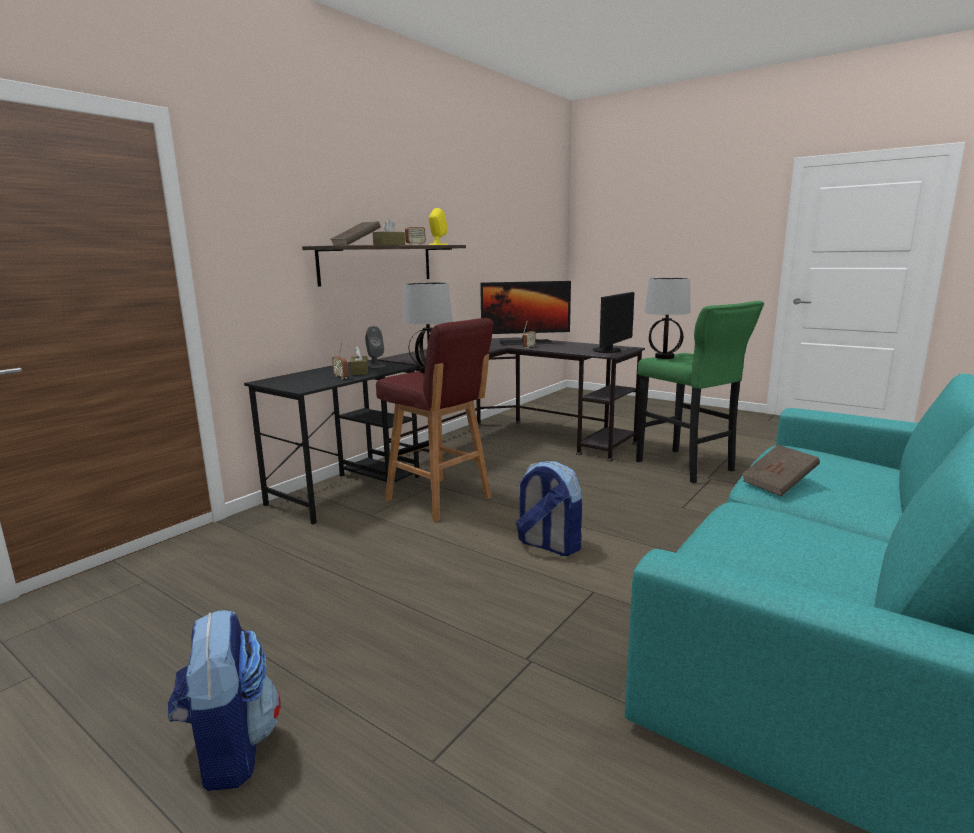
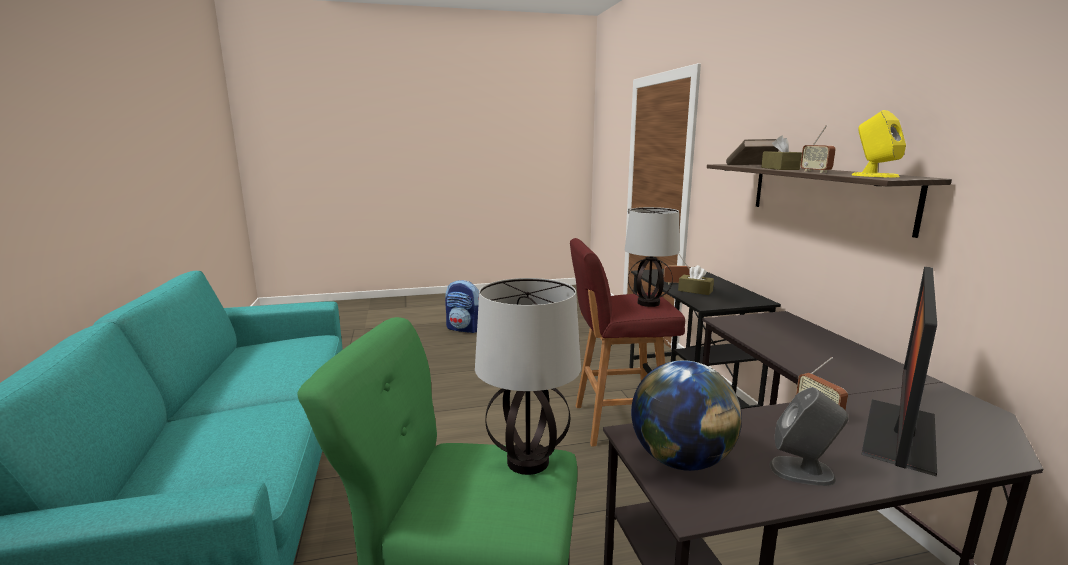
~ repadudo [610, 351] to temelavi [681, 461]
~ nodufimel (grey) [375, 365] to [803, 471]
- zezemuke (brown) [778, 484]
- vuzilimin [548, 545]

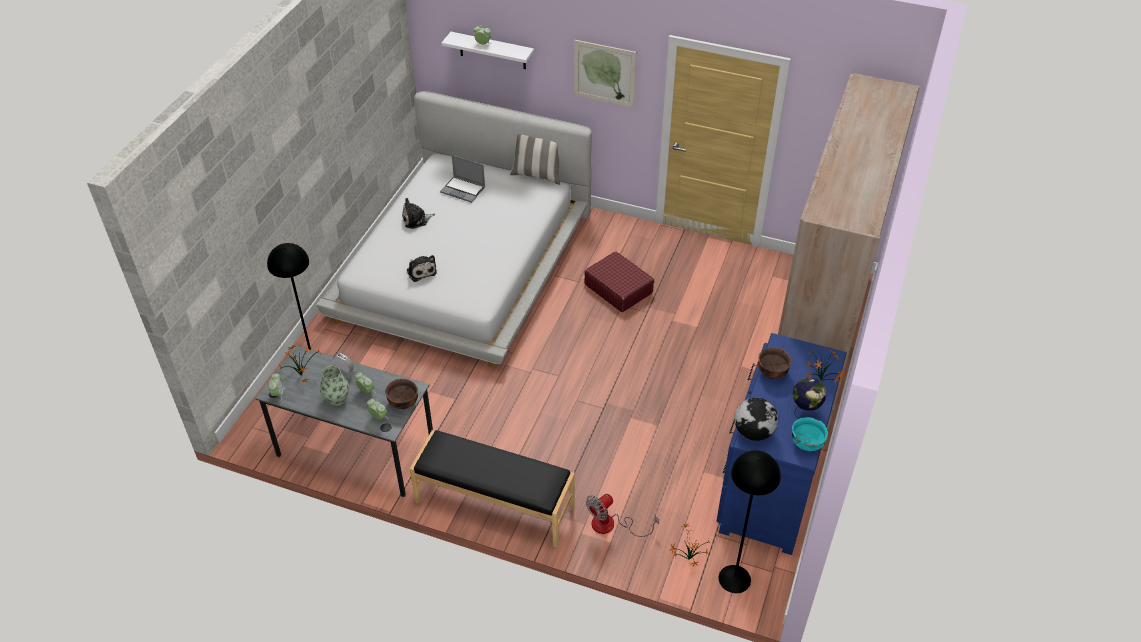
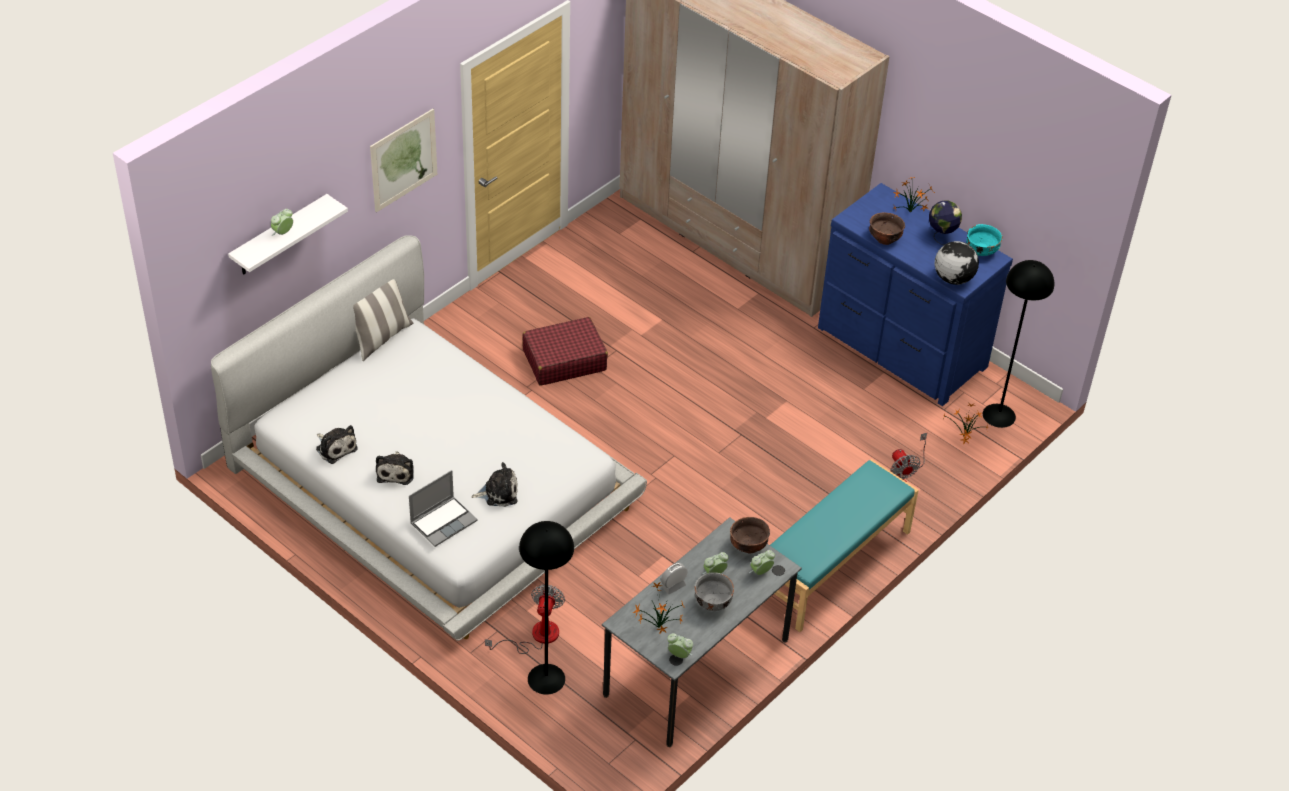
~ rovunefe [463, 190] to [443, 521]
~ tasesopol [337, 398] to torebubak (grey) [712, 602]
~ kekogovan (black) [494, 505] to kekogovan (turquoise) [833, 565]
+ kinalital [335, 447]
+ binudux [535, 636]

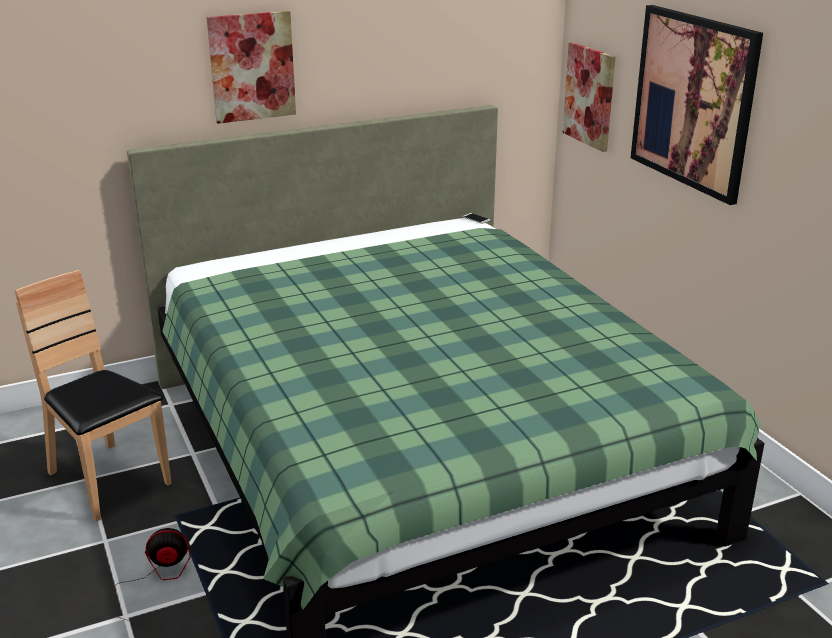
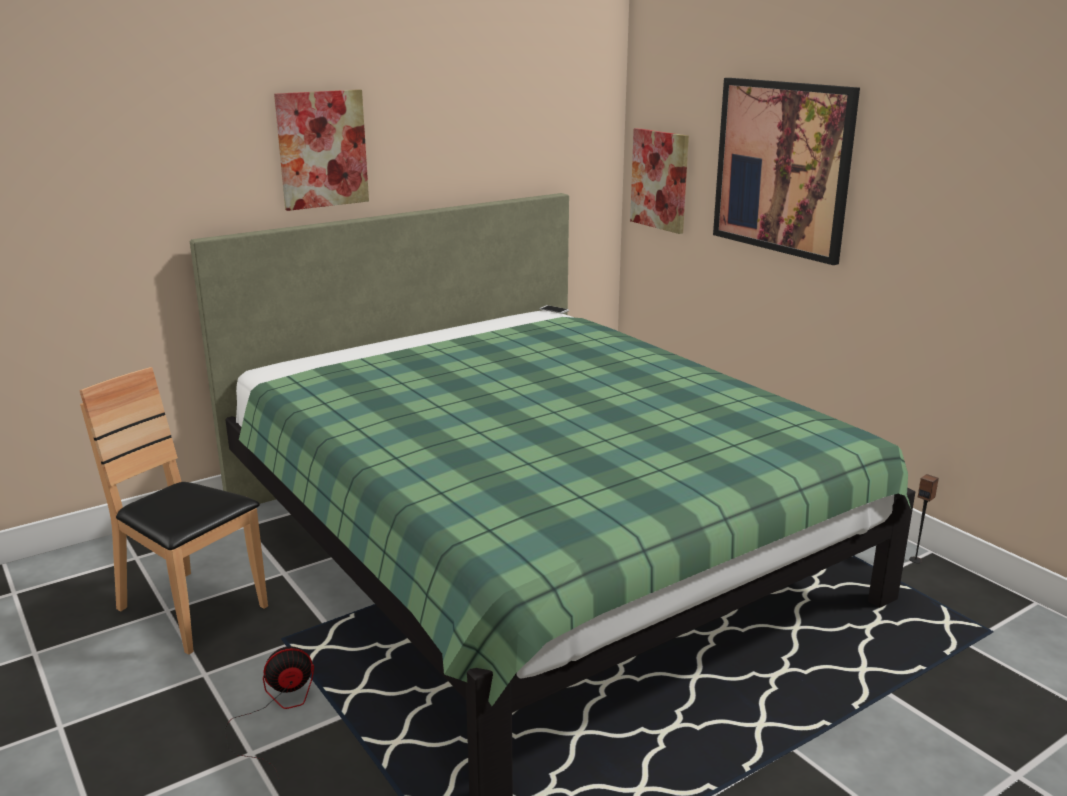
+ nodufimel [915, 560]

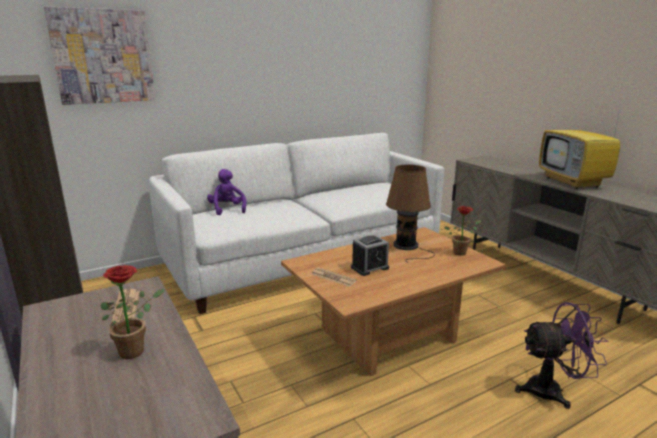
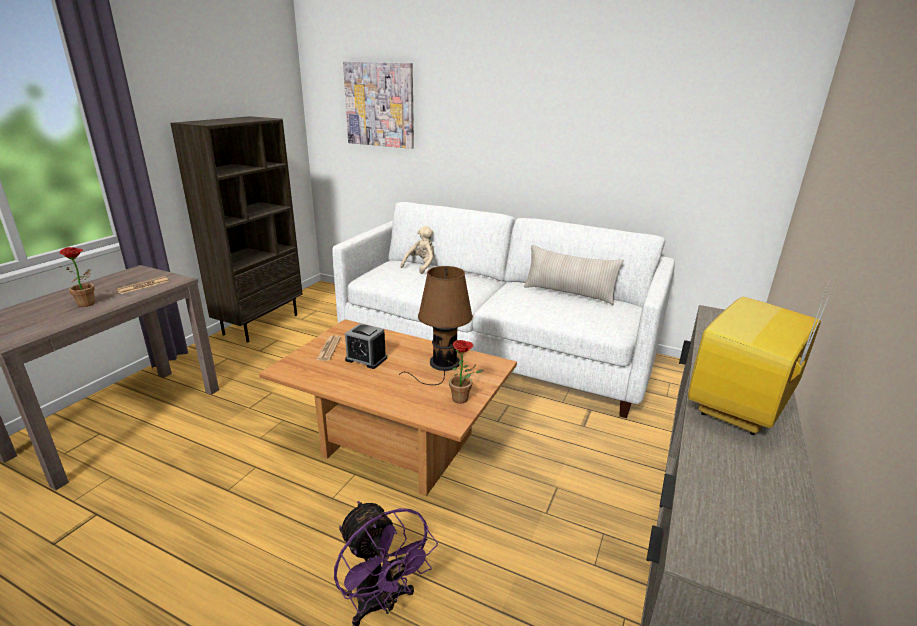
~ kinalital (purple) [227, 209] to kinalital (beige) [421, 266]
+ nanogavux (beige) [569, 293]

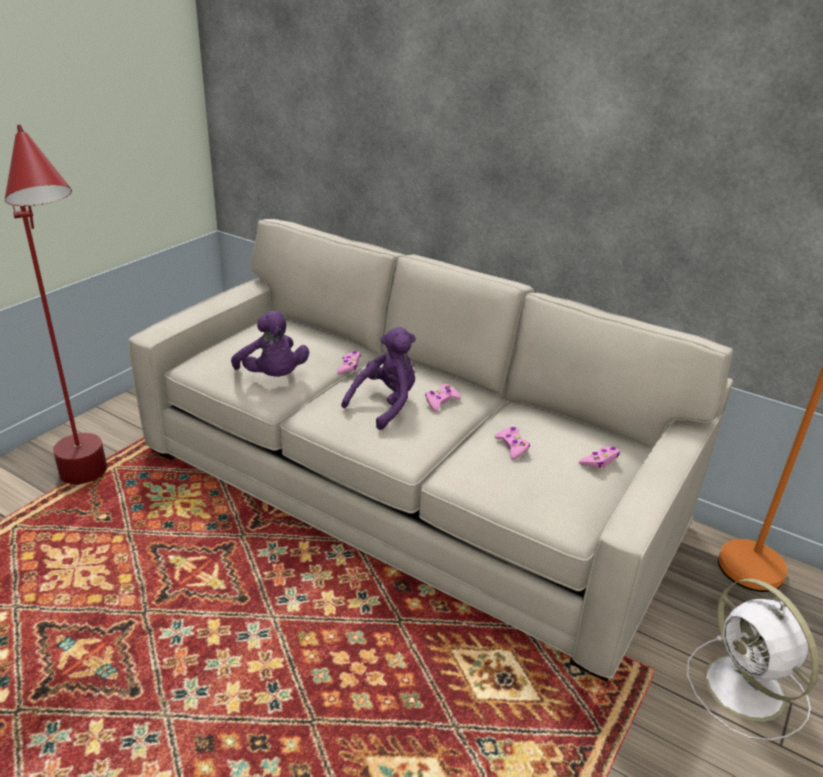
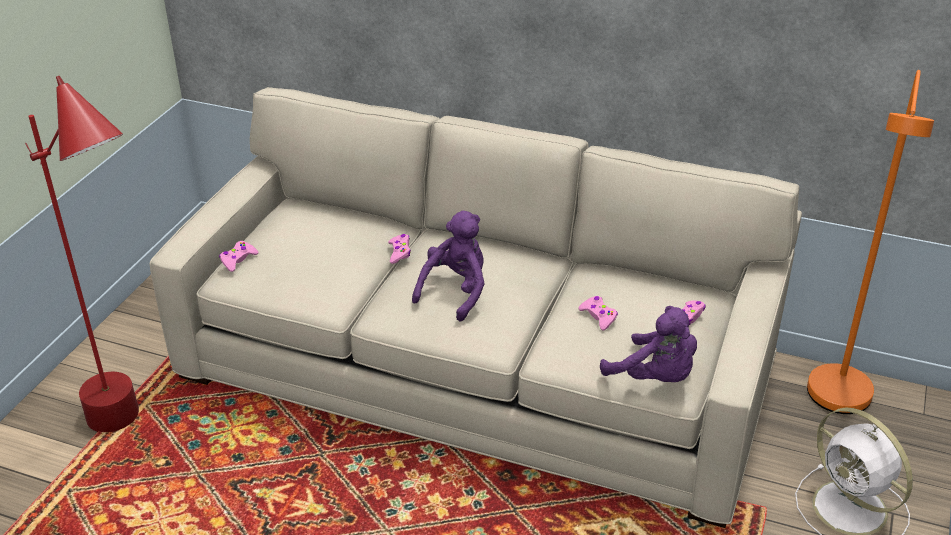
~ kinalital (purple) [273, 377] to [654, 377]
~ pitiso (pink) [441, 401] to [238, 260]

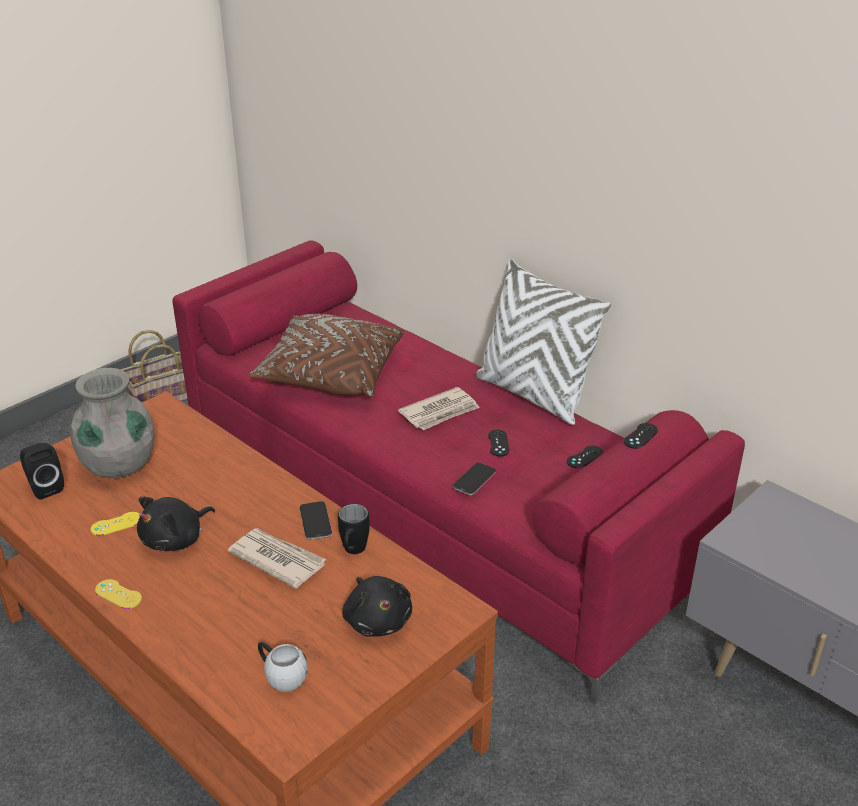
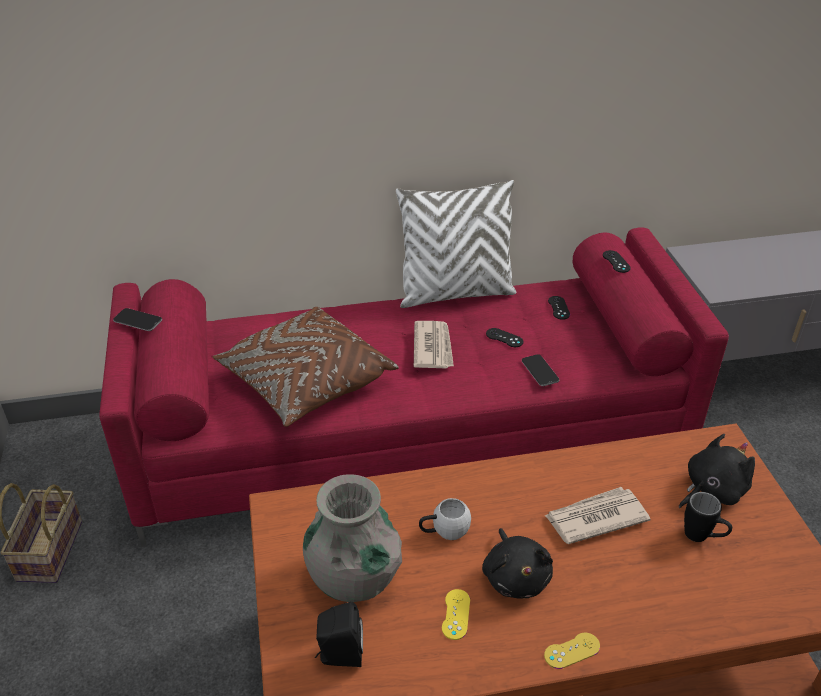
~ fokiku [315, 521] to [138, 320]
~ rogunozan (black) [353, 552] to [702, 538]
~ kinalital (black) [377, 620] = [711, 489] 45 degrees counterclockwise
~ rogunozan (white) [281, 676] to [444, 531]

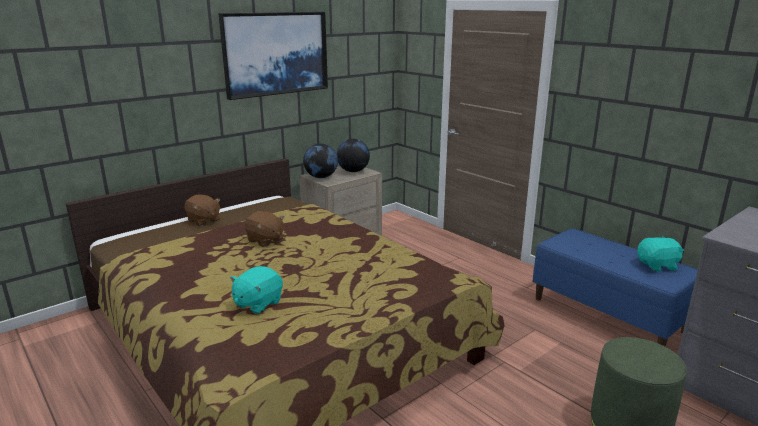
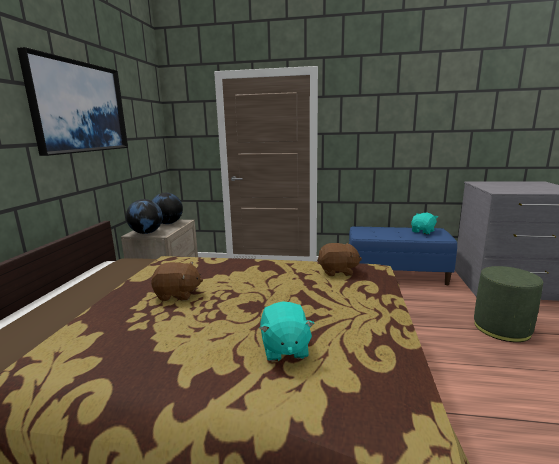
~ kinalital (brown) [203, 221] to [338, 271]

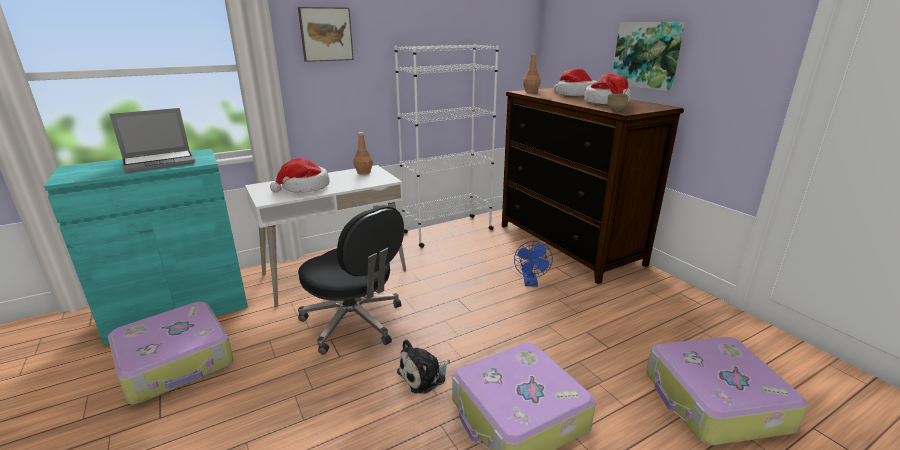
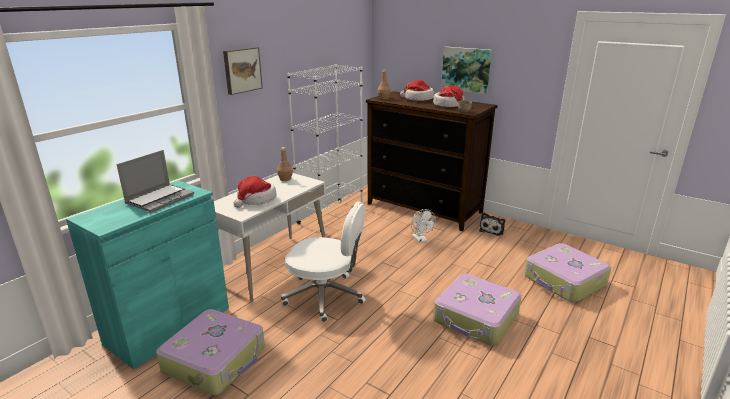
~ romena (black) [354, 323] to romena (white) [325, 296]
~ binudux (blue) [531, 283] to binudux (white) [421, 240]
~ kinalital [424, 375] to [492, 230]

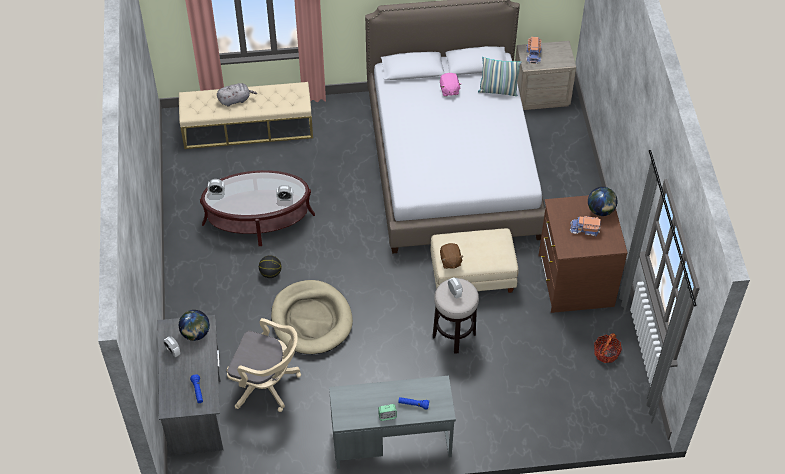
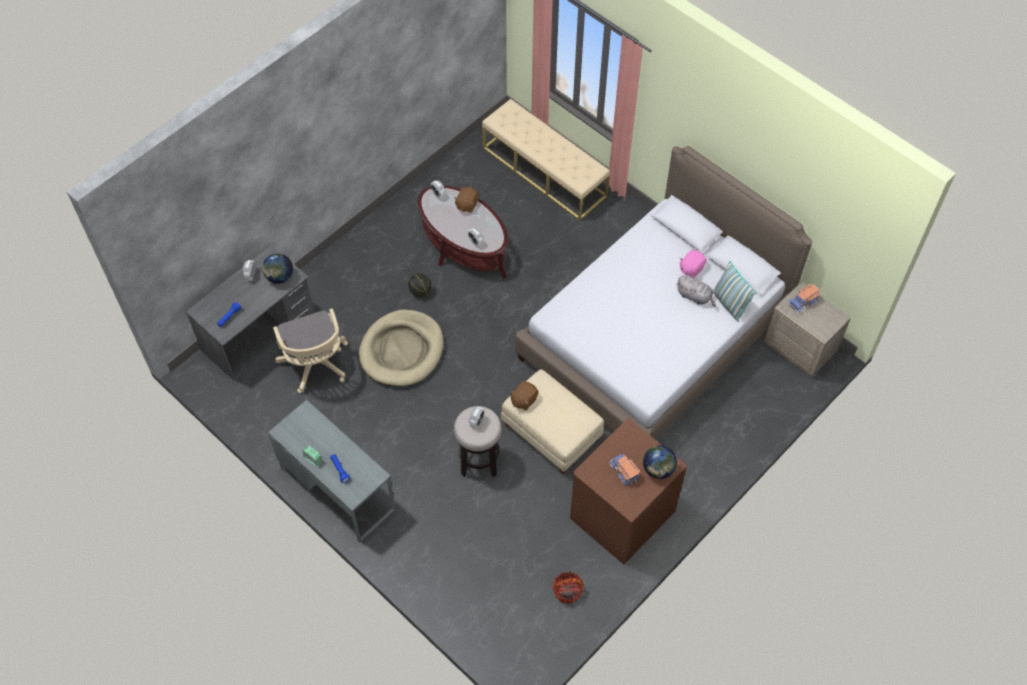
~ kinalital (grey) [235, 100] to [695, 296]
+ kinalital (brown) [466, 205]

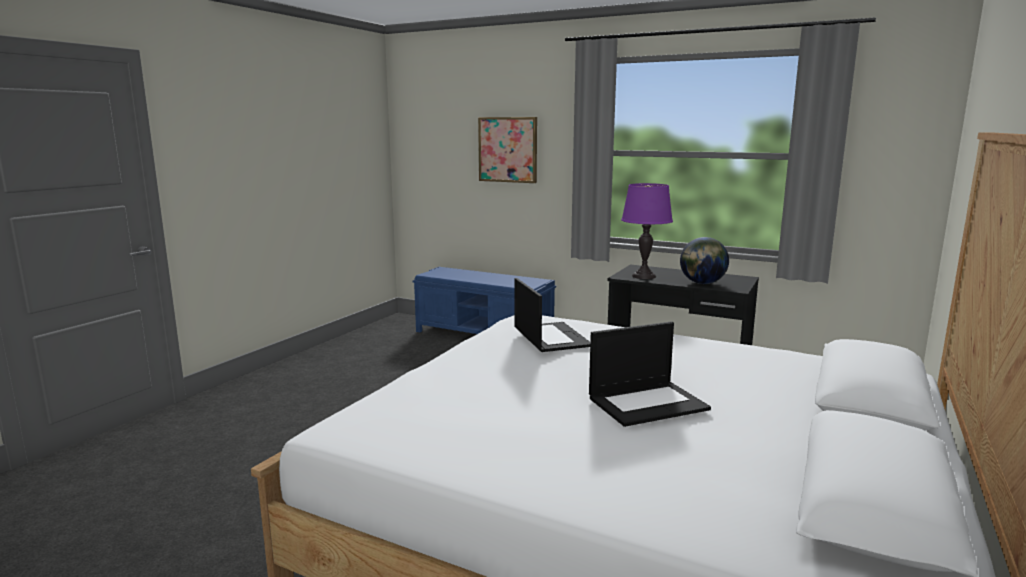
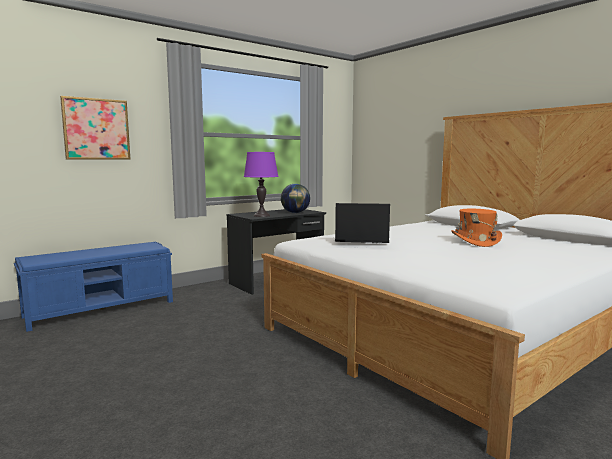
~ rovunefe [648, 403] to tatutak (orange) [475, 241]

